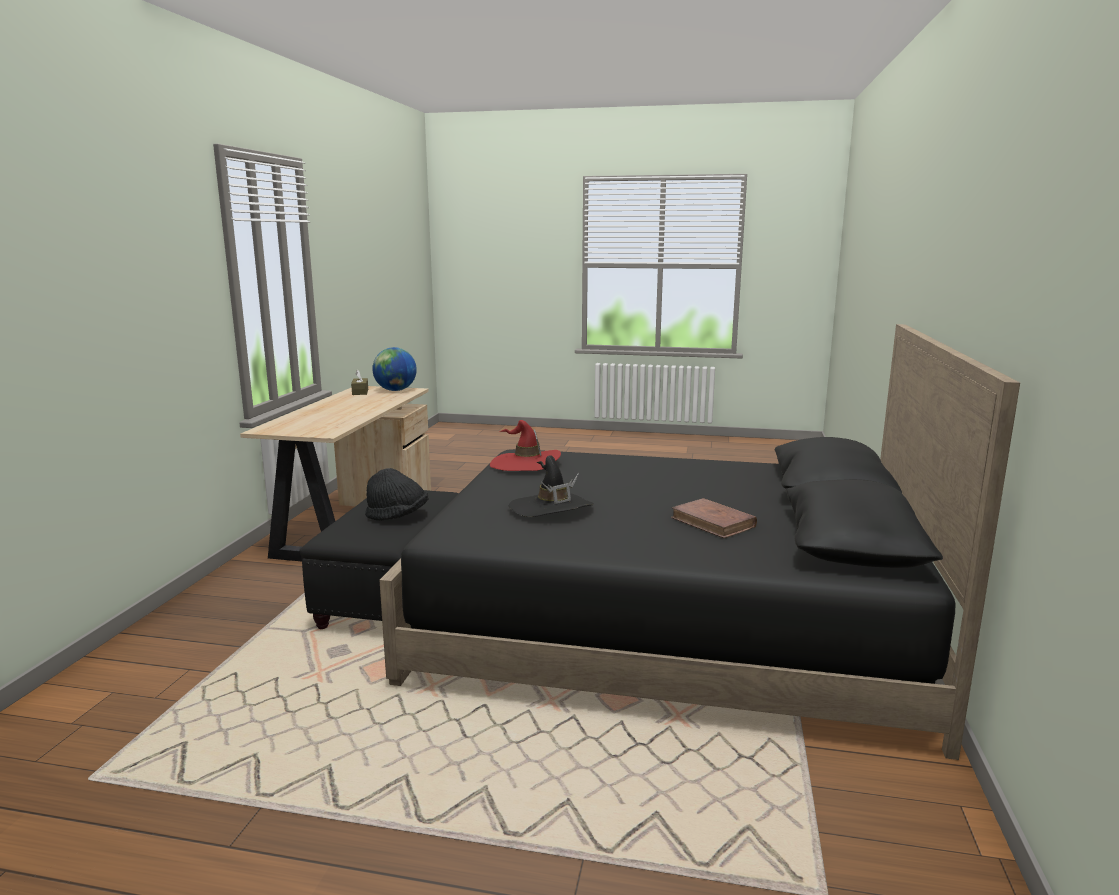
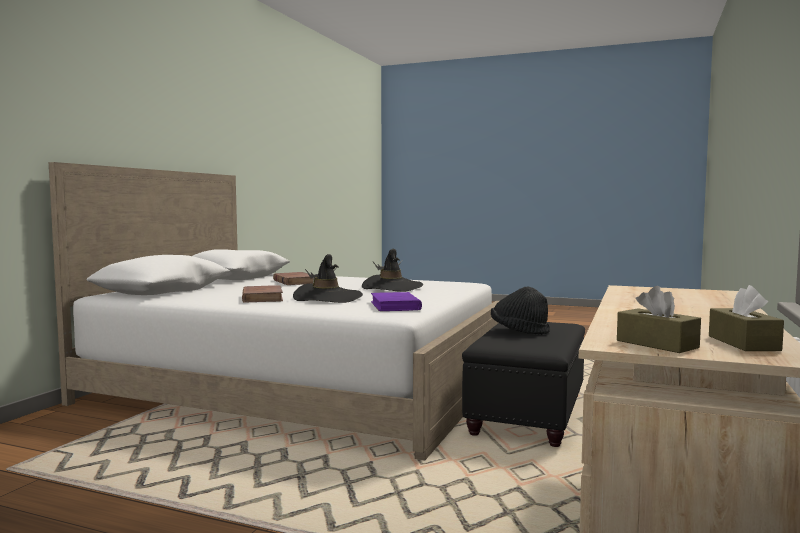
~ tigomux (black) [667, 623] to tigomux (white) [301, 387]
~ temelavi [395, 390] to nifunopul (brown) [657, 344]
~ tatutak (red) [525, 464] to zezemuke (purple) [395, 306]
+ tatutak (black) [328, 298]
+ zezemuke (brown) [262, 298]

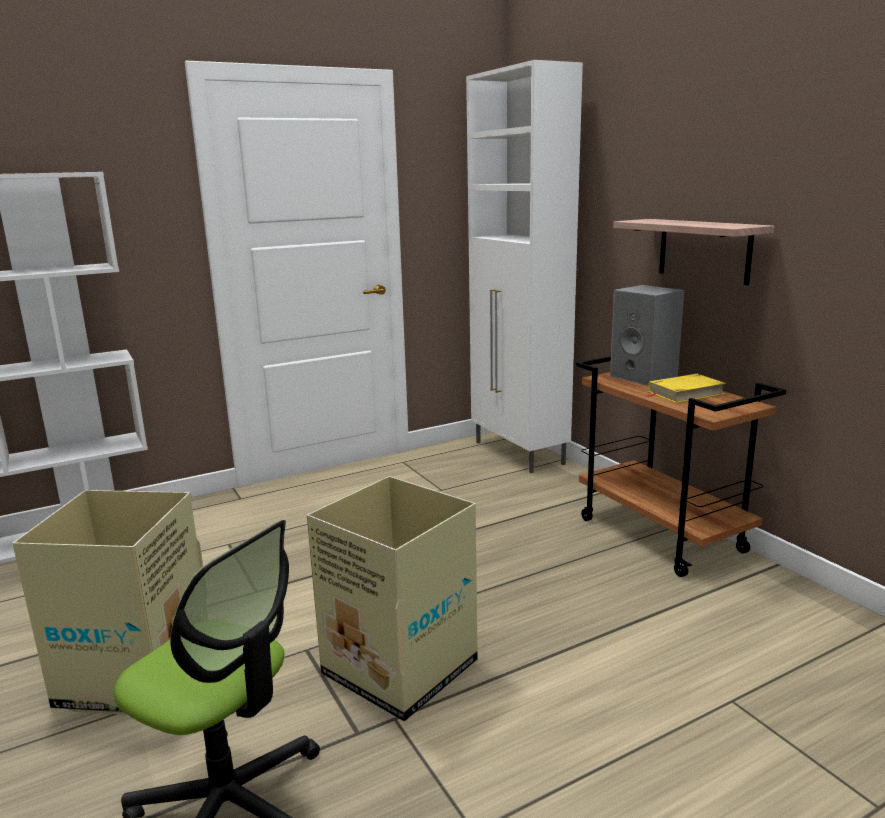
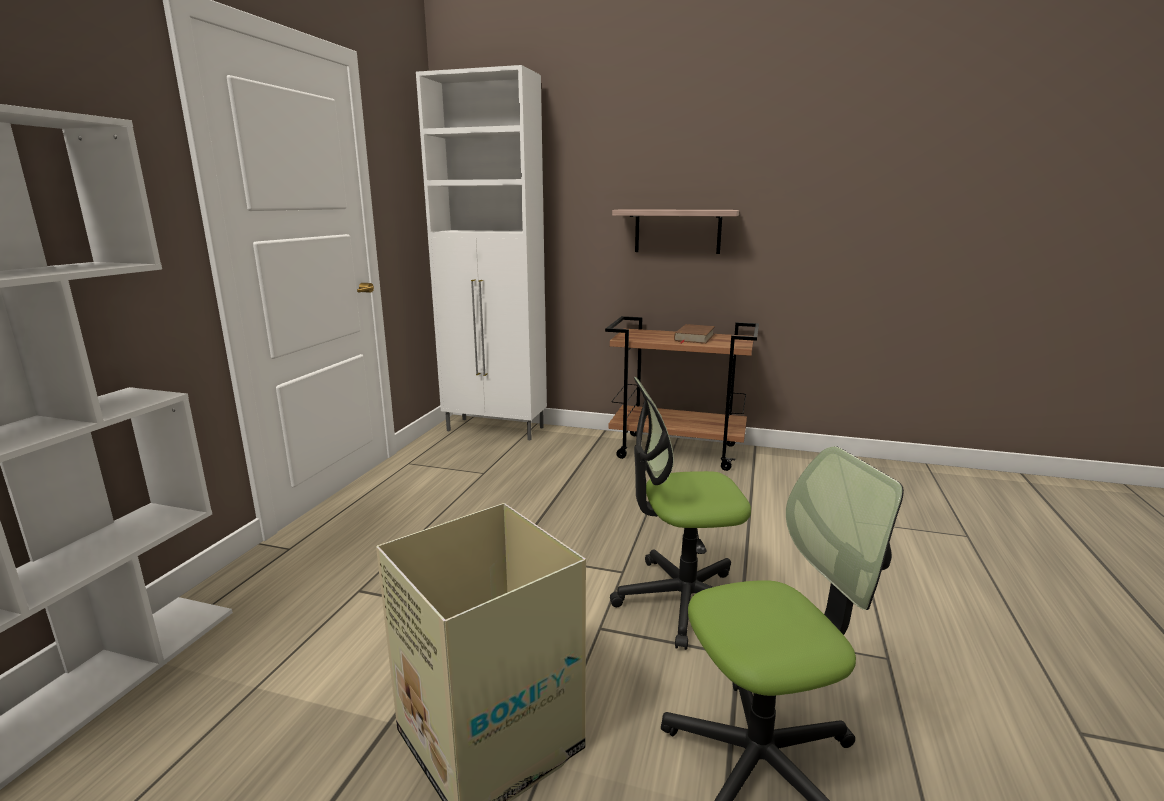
- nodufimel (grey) [645, 377]
~ zezemuke (yellow) [685, 393] to zezemuke (brown) [694, 337]
~ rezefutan [398, 667] to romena [682, 600]

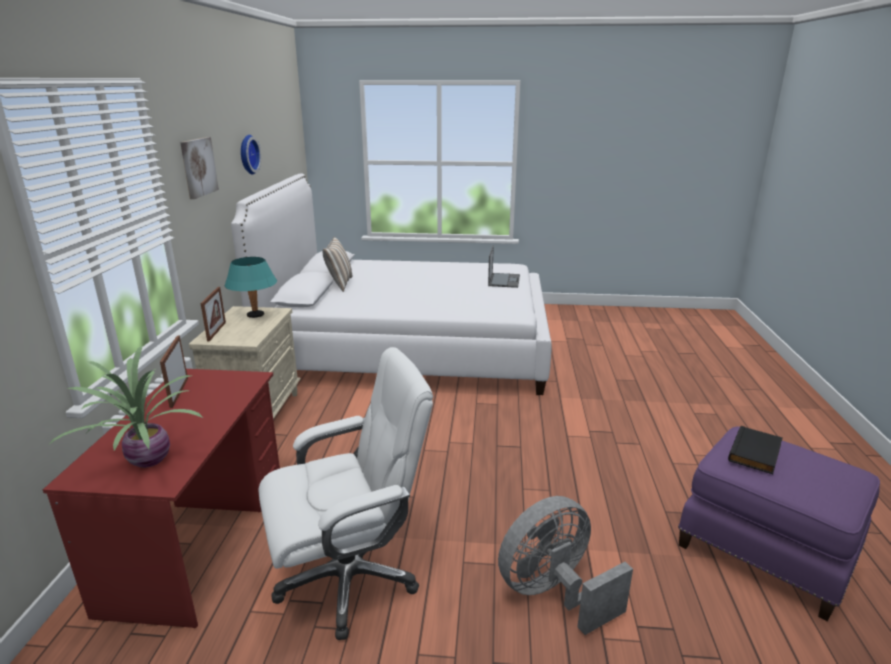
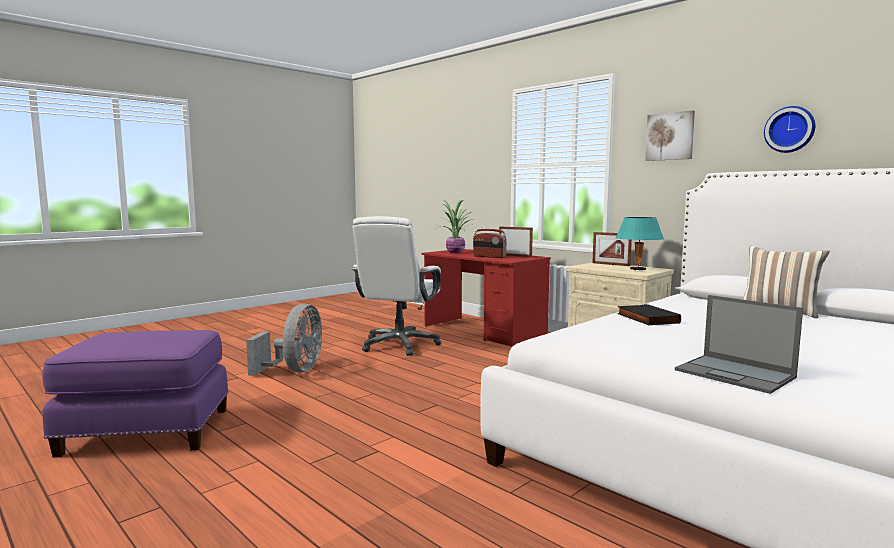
~ zezemuke (black) [756, 453] to [646, 318]
+ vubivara [489, 257]

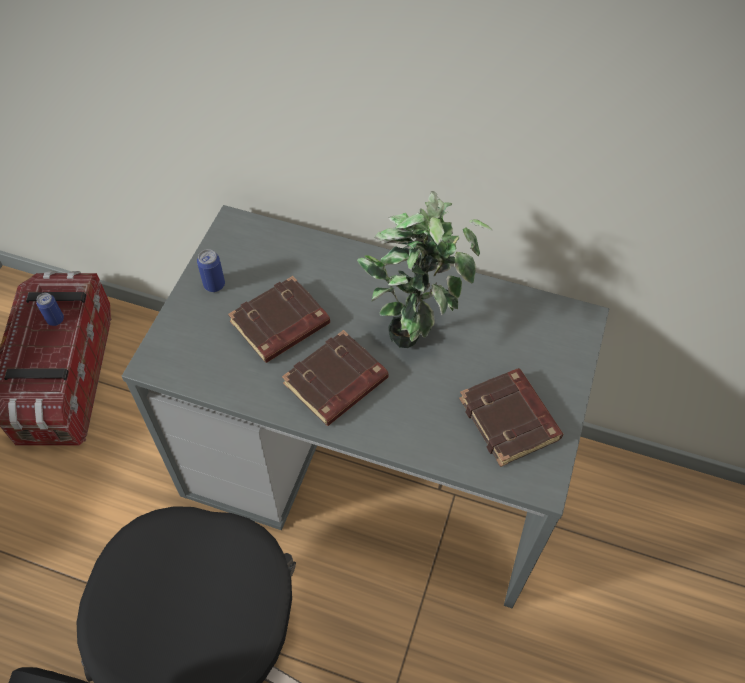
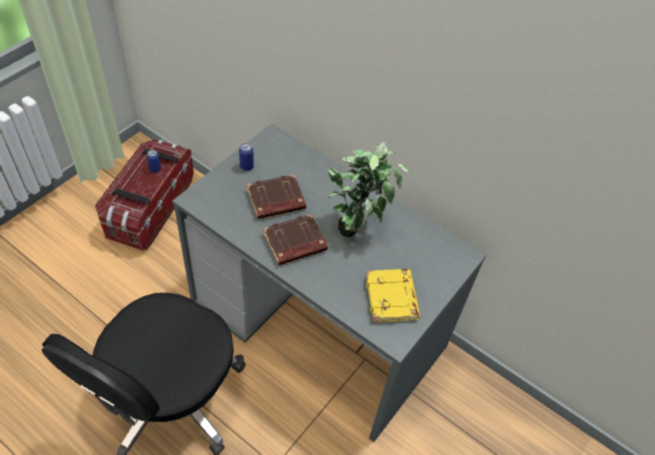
~ zezemuke (brown) [510, 420] to zezemuke (yellow) [392, 298]

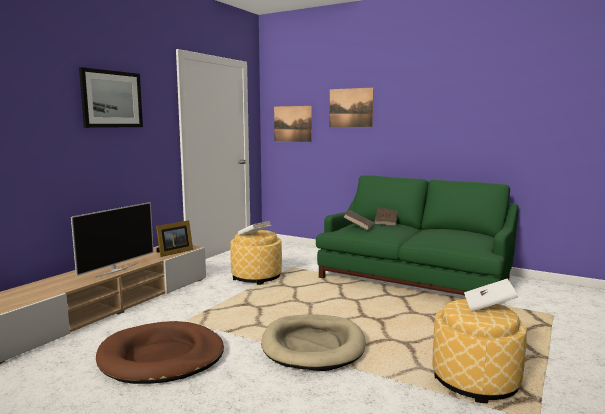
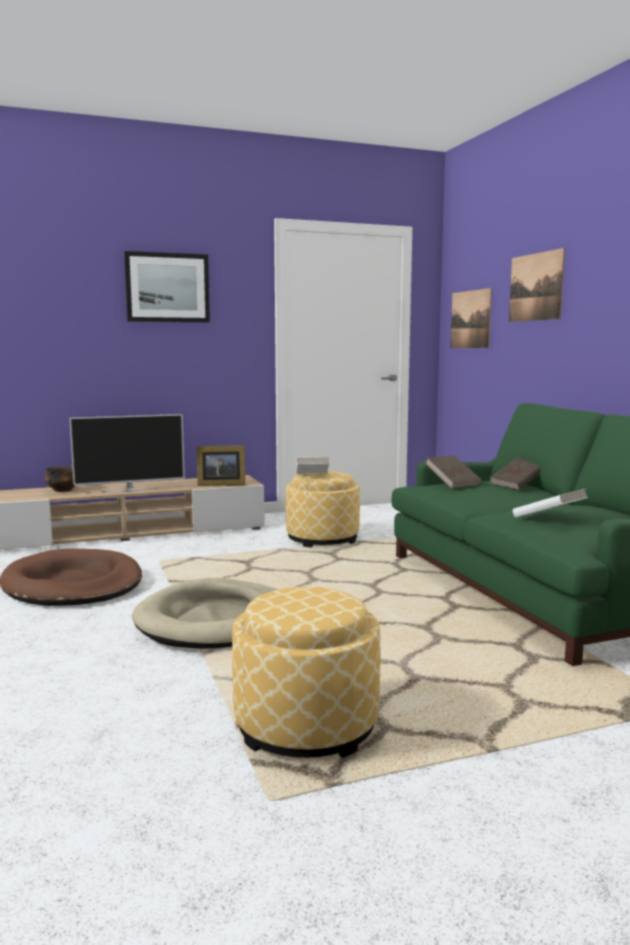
~ zezemuke (white) [489, 306] to [548, 519]
+ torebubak [63, 490]

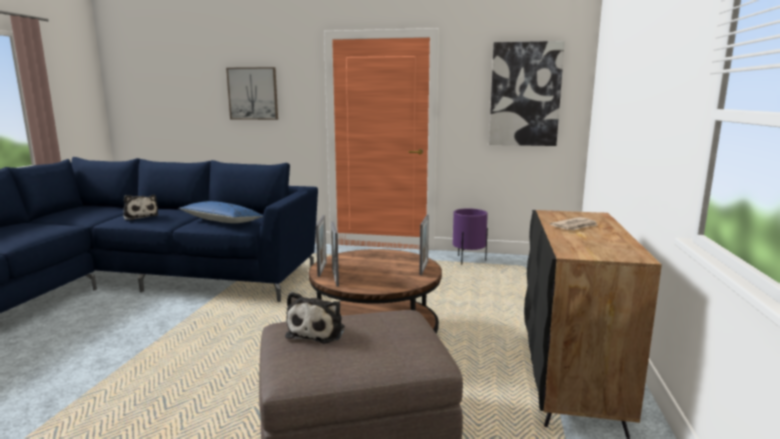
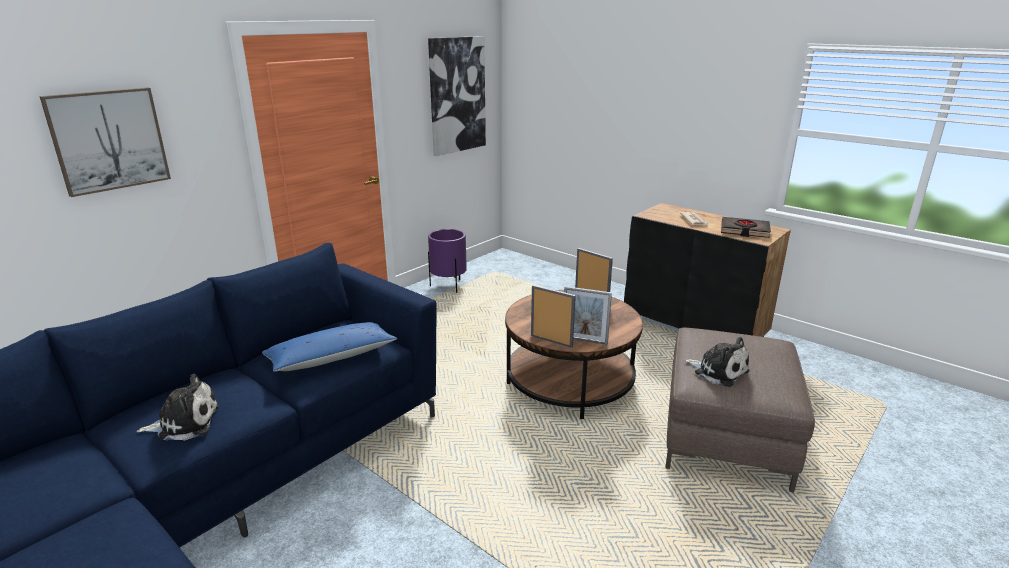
+ zezemuke (black) [744, 231]

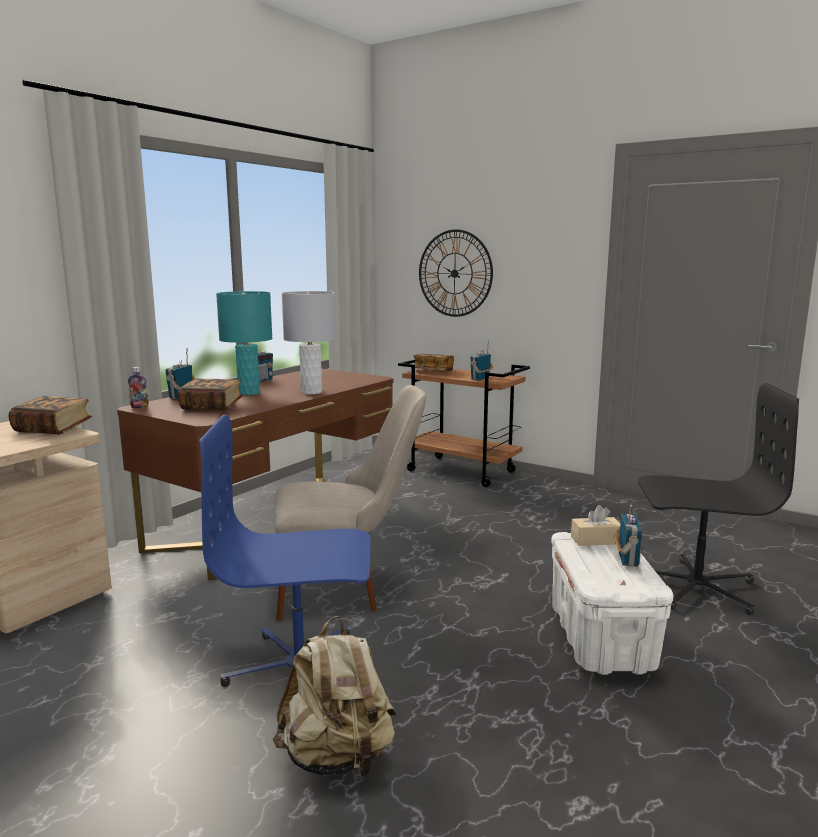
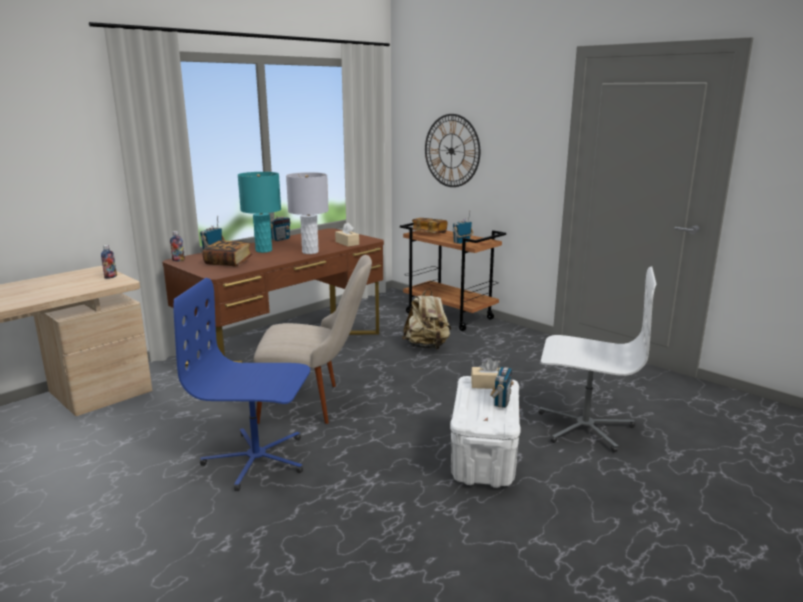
~ romena (black) [695, 587] to romena (white) [584, 427]
~ zezemuke [53, 429] to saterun [110, 277]
~ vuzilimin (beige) [337, 758] to [427, 347]
+ nifunopul (beige) [347, 243]

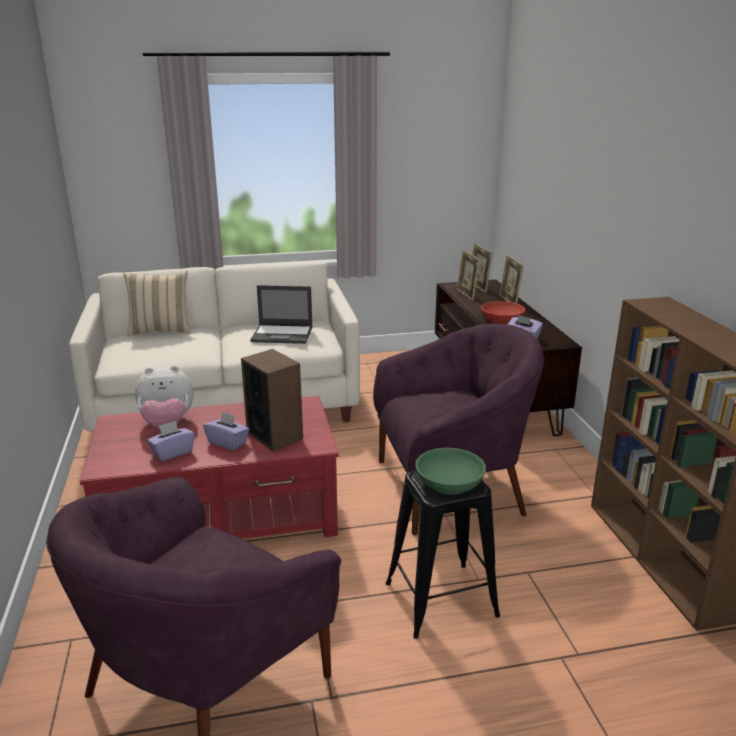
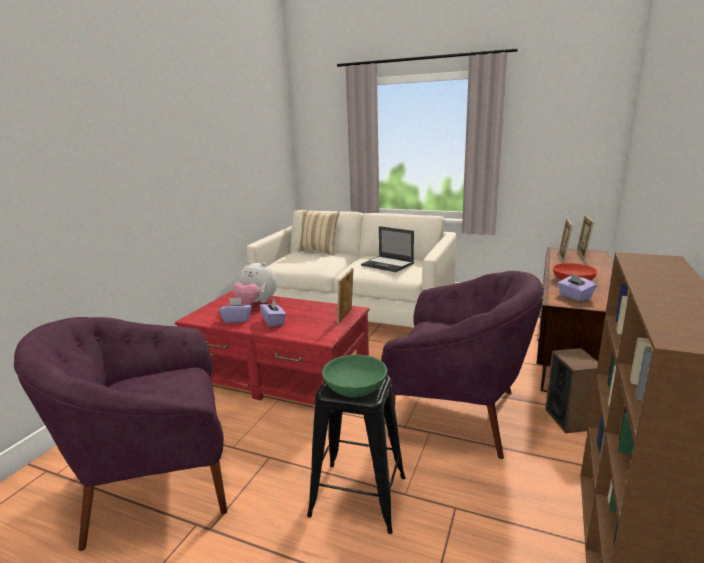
~ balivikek [509, 301] to [346, 316]
~ nodufimel [275, 435] to [569, 419]

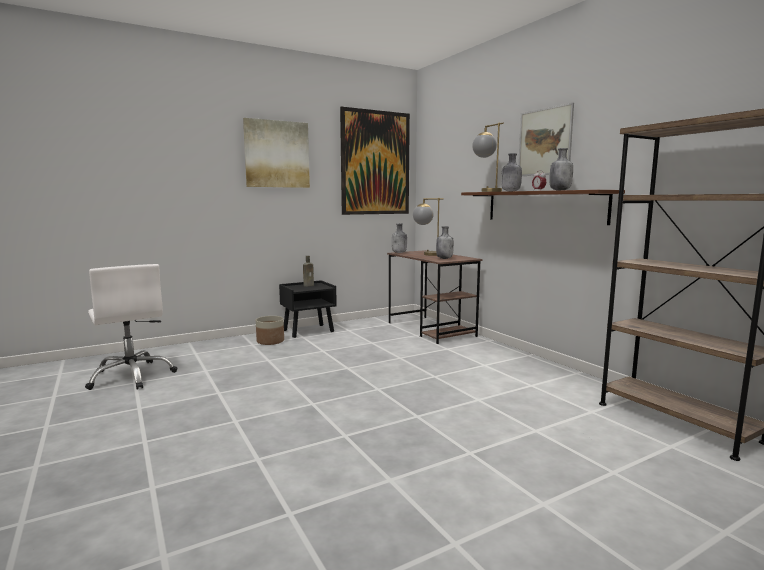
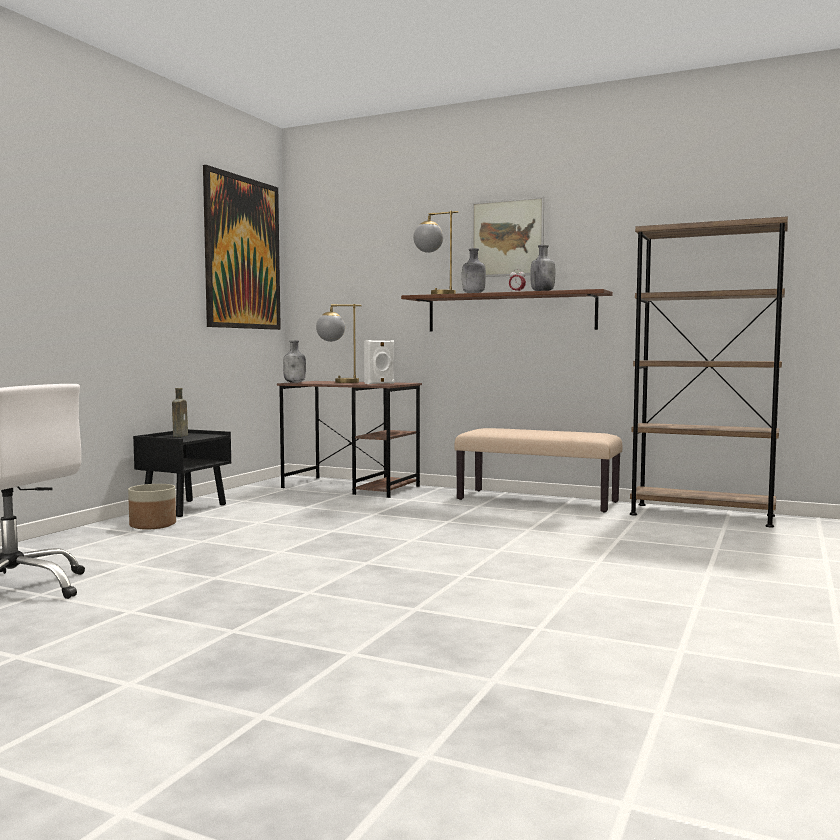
- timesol [277, 154]
~ saterun (grey) [444, 258] to nodufimel (white) [380, 383]
+ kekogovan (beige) [537, 500]

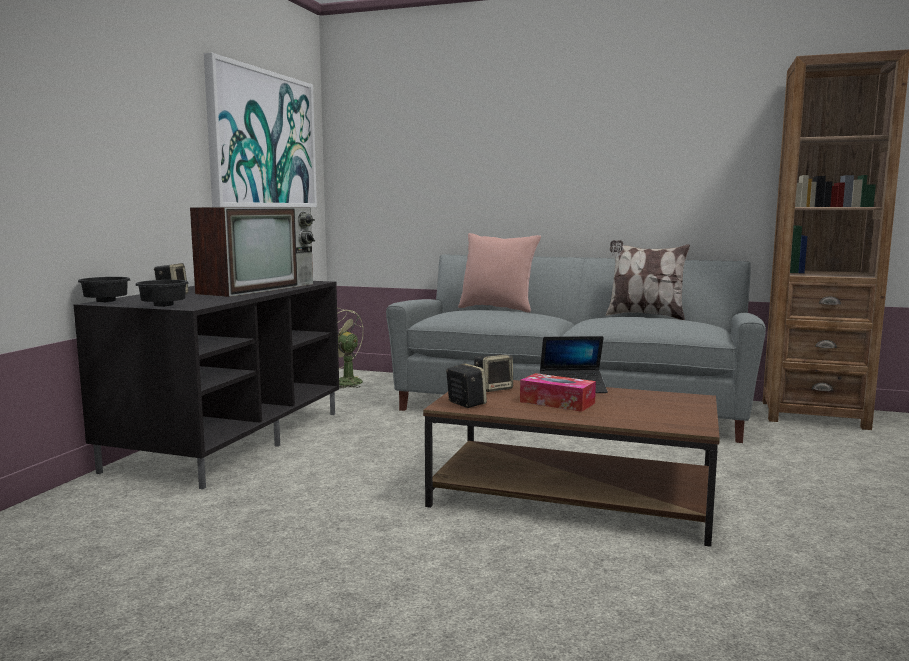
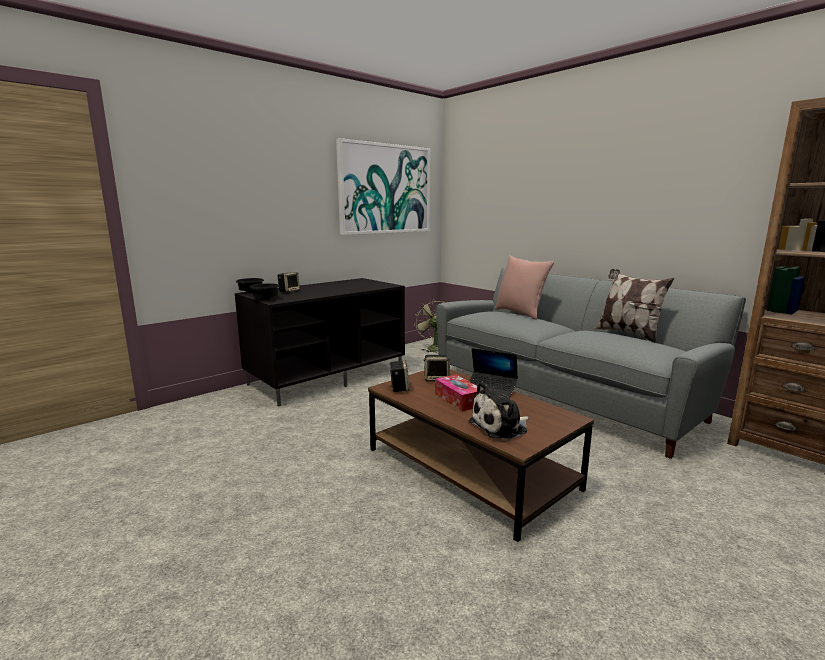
- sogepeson [258, 288]
+ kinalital [501, 427]

